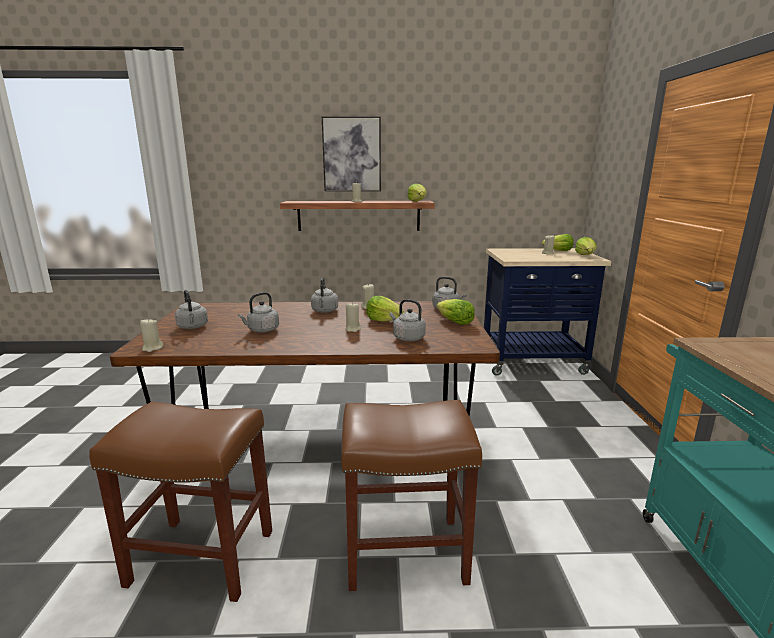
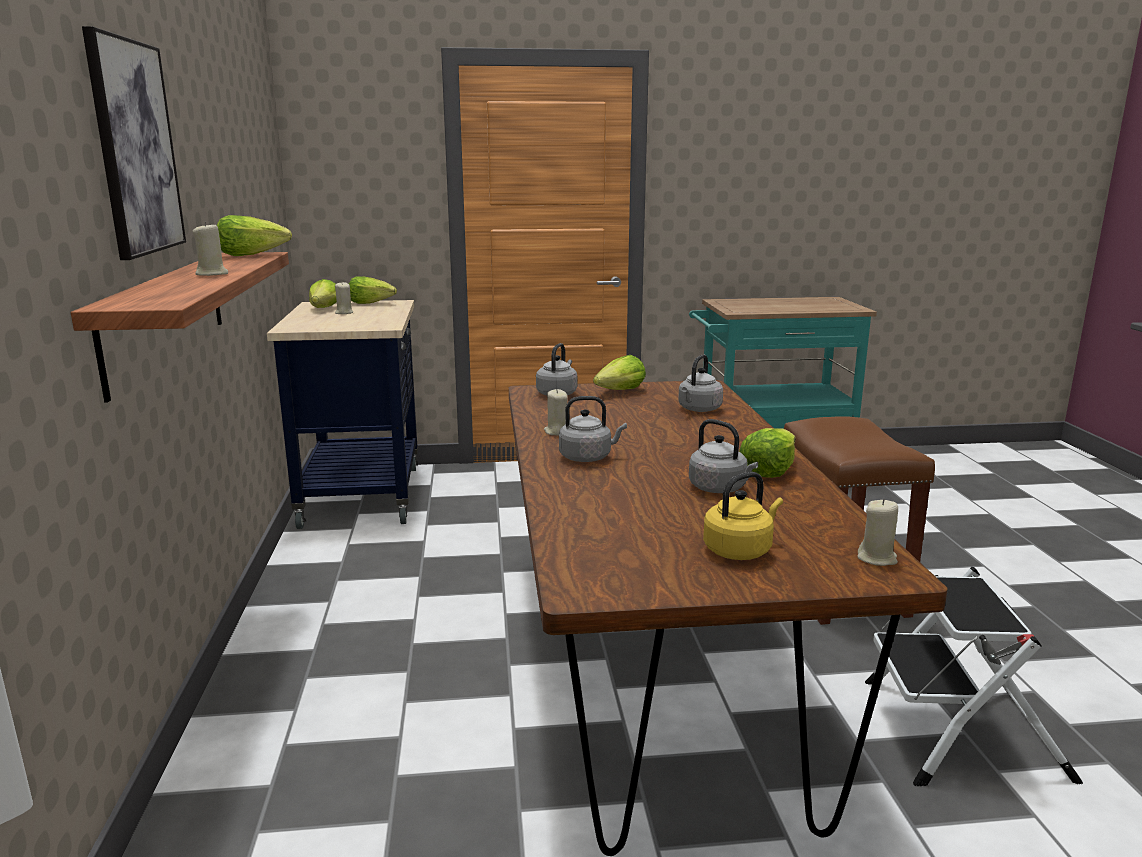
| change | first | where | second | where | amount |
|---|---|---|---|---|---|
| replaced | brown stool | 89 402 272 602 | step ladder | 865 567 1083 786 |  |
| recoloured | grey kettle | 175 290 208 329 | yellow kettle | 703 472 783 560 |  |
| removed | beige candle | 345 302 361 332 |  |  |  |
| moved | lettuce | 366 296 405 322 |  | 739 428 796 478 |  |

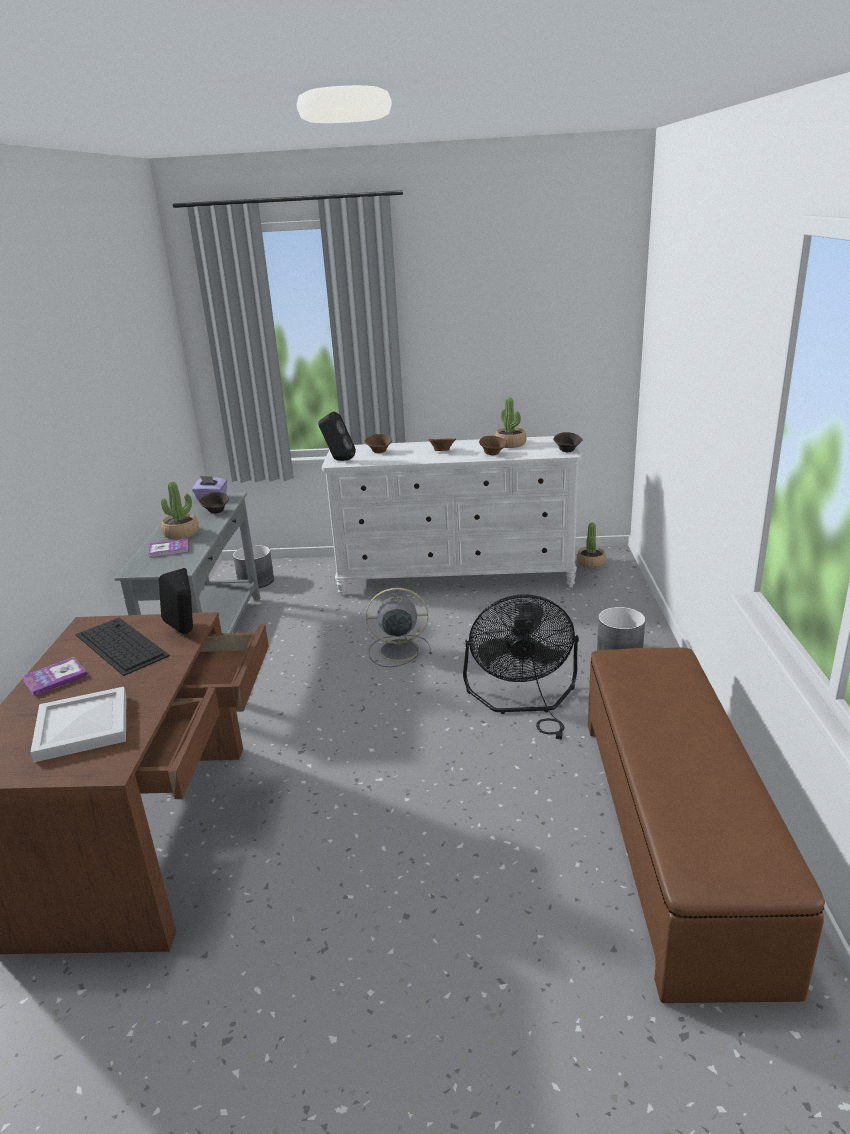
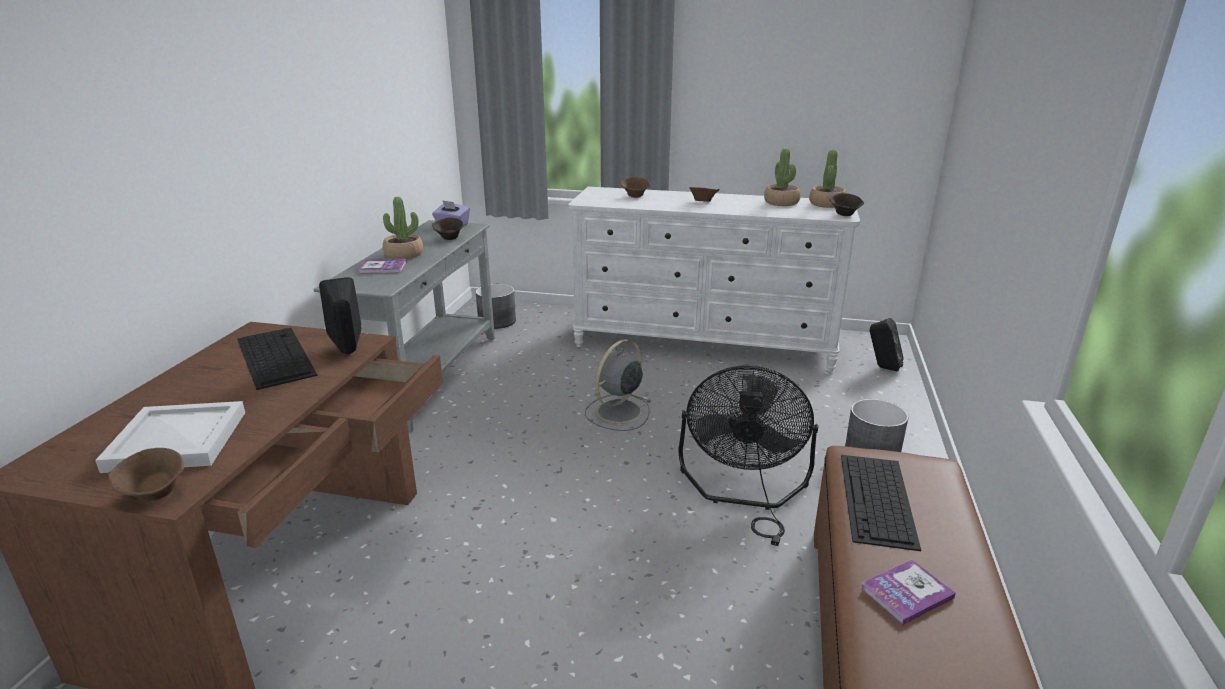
| change | first | where | second | where | amount |
|---|---|---|---|---|---|
| moved | book | 22 657 88 696 |  | 860 559 956 625 |  |
| moved | black speaker | 318 412 356 461 |  | 870 318 904 371 |  |
| turned | grey fan | 366 588 432 667 |  | 585 339 650 431 | 60 degrees counterclockwise |
| moved | brown bowl | 479 436 507 456 |  | 108 448 184 501 |  |
| moved | potted plant | 577 522 606 568 |  | 809 150 846 208 |  |
| added |  |  | keyboard | 841 455 921 551 |  |

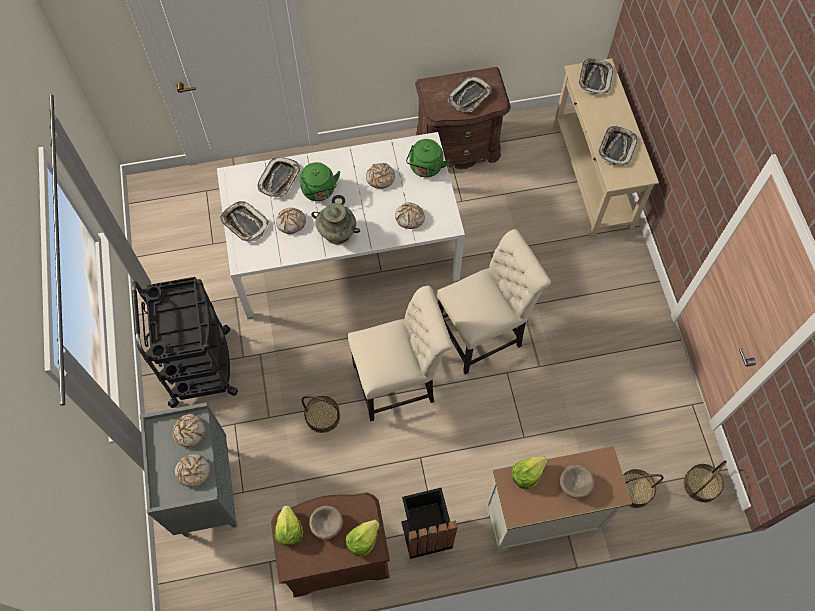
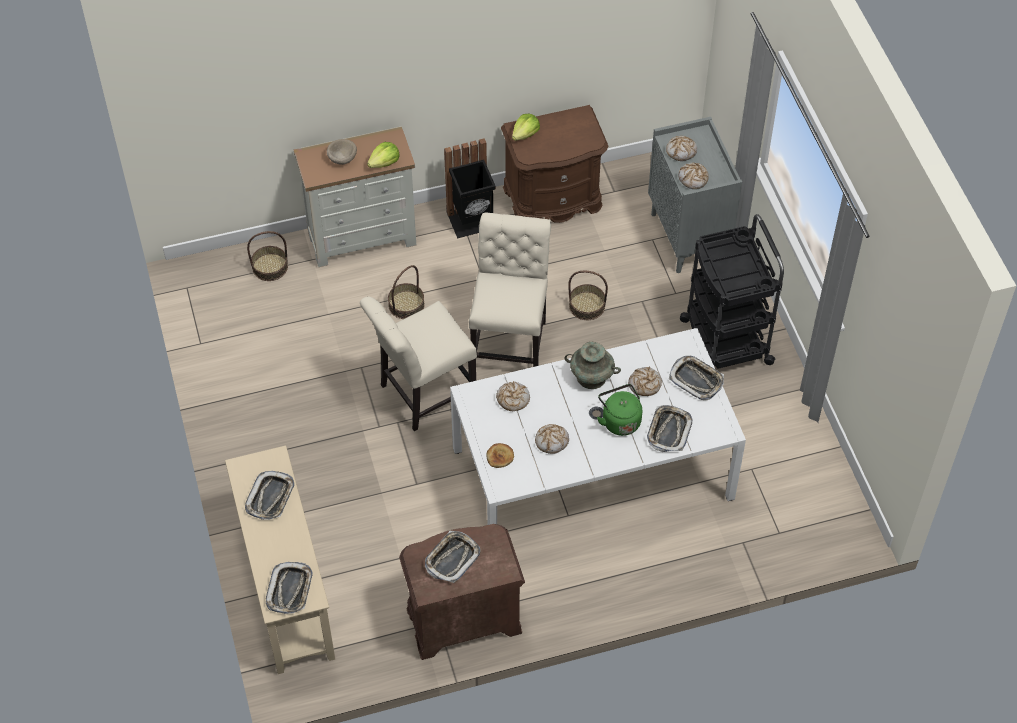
| change | first | where | second | where | amount |
|---|---|---|---|---|---|
| removed | lettuce | 275 505 303 546 |  |  |  |
| removed | beige bowl | 309 506 343 540 |  |  |  |
| turned | beige chair | 348 286 452 422 |  | 469 213 551 367 | 120 degrees clockwise |
| replaced | green kettle | 406 139 450 177 | bread | 487 443 514 468 |  |
| moved | basket | 684 460 727 503 |  | 388 265 425 319 |  |

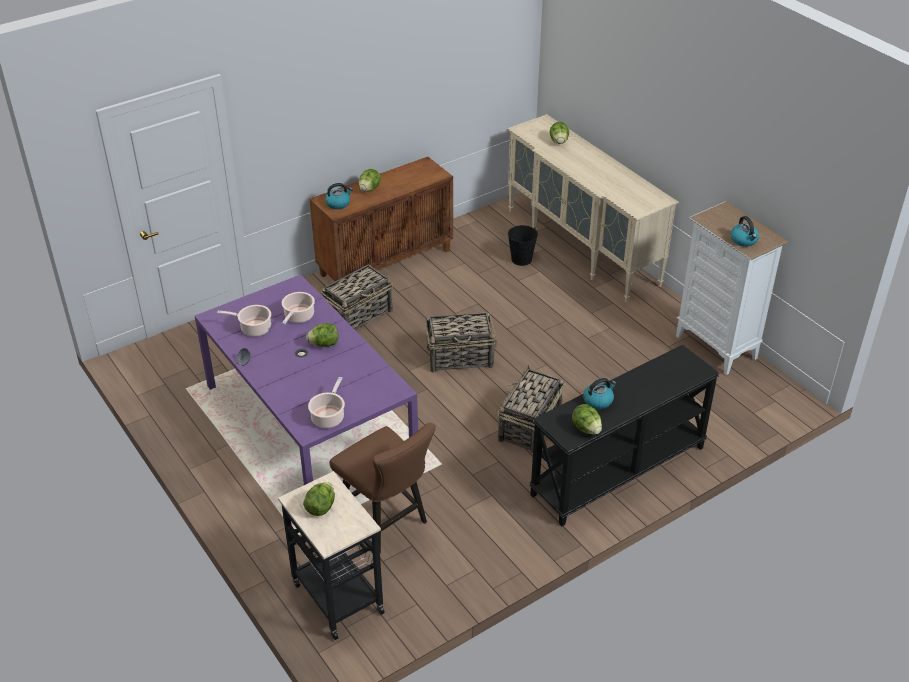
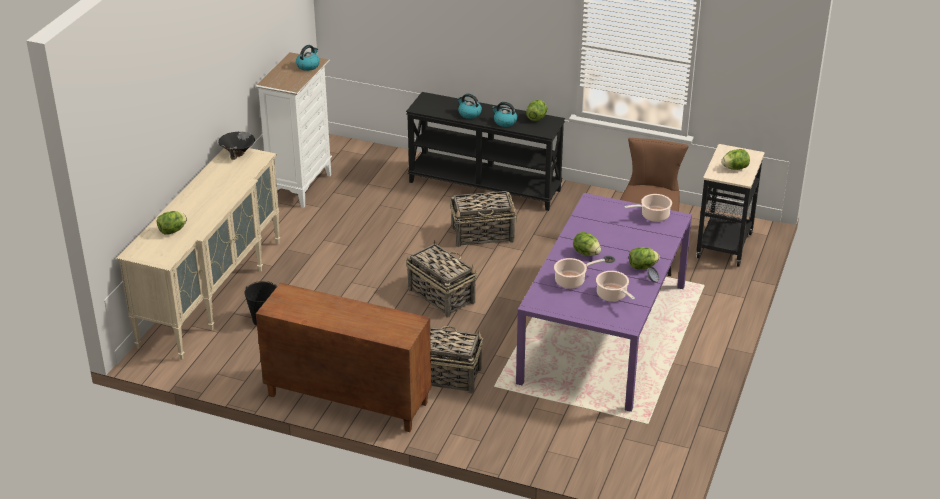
| change | first | where | second | where | amount |
|---|---|---|---|---|---|
| moved | kettle | 325 183 353 209 |  | 457 94 482 119 |  |
| moved | lettuce | 358 169 381 191 |  | 629 247 660 270 |  |
| added |  |  | black bowl | 218 132 255 160 |  |

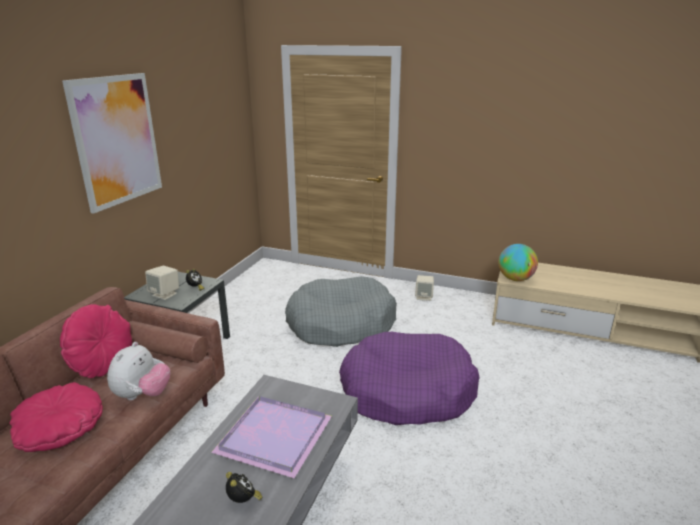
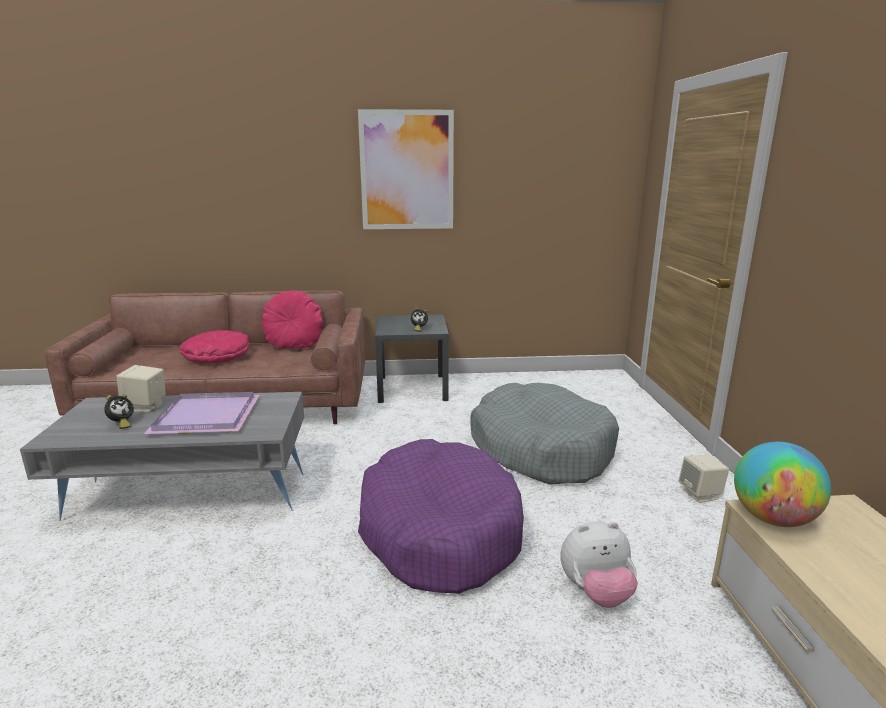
| change | first | where | second | where | amount |
|---|---|---|---|---|---|
| moved | plush toy | 107 342 170 400 |  | 561 521 638 608 |  |
| moved | beige speaker | 145 266 179 300 |  | 116 365 166 412 |  |

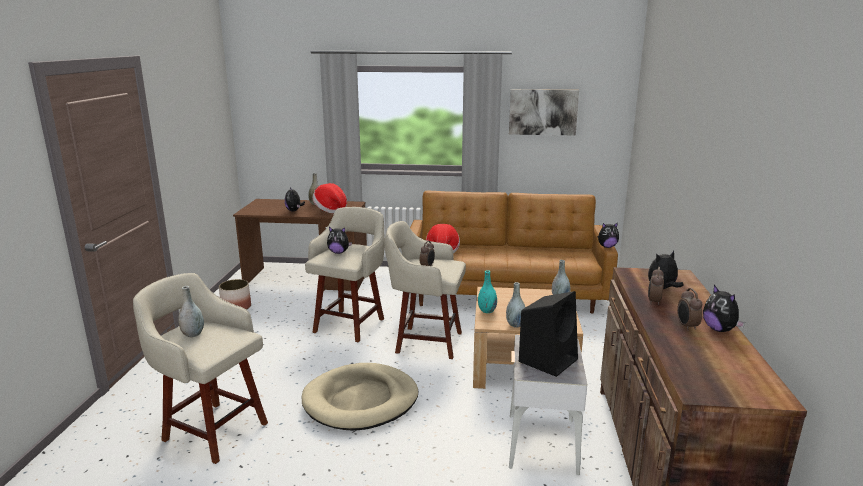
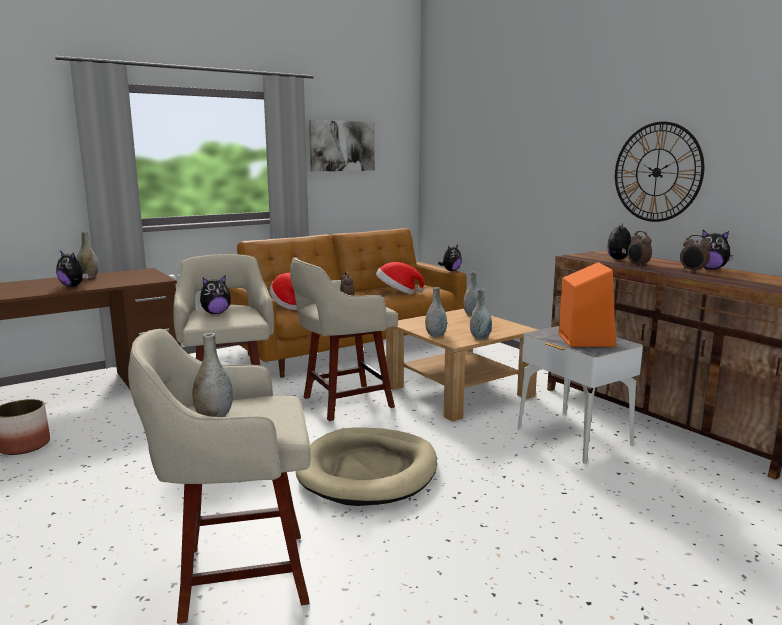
| change | first | where | second | where | amount |
|---|---|---|---|---|---|
| moved | hat | 313 183 347 214 |  | 376 262 424 294 |  |
| recoloured | turquoise vase | 478 270 497 313 | grey vase | 425 287 447 337 |  |
| recoloured | black speaker | 519 291 578 377 | orange speaker | 558 262 616 347 |  |
| added |  |  | wall clock | 615 122 704 222 |  |

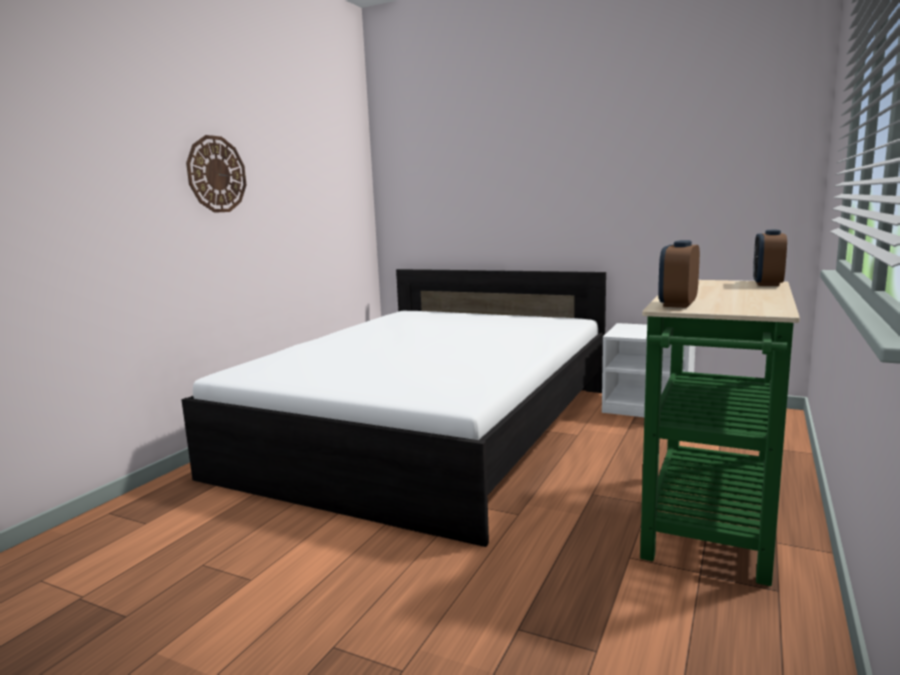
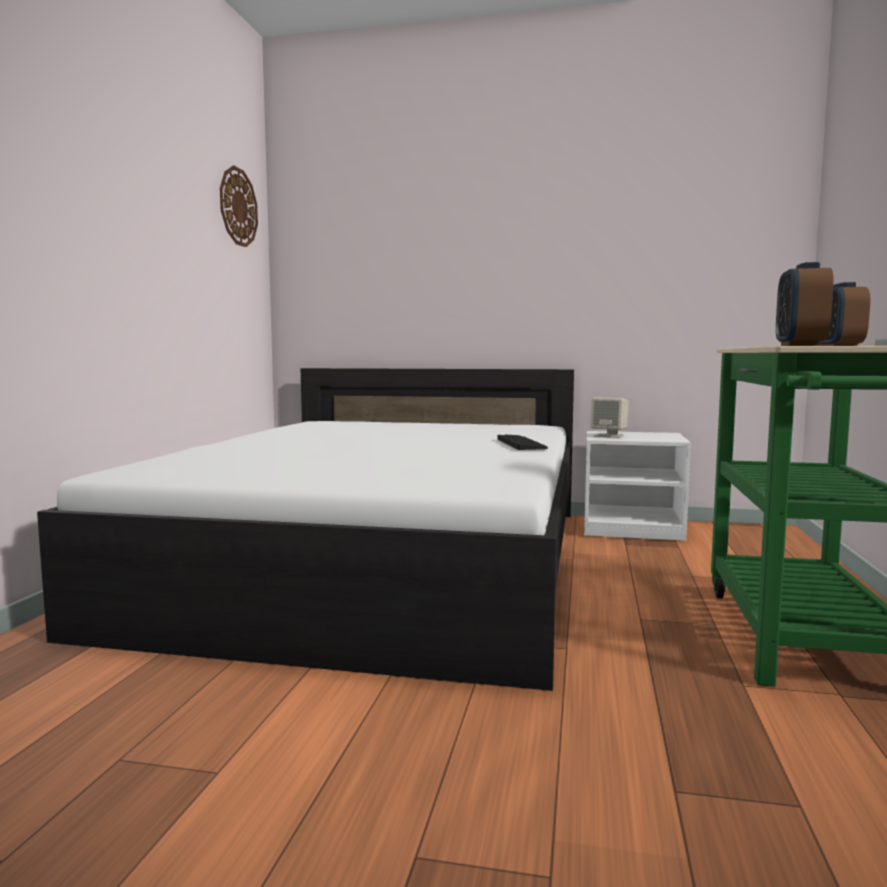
| change | first | where | second | where | amount |
|---|---|---|---|---|---|
| moved | wall clock | 186 135 246 213 |  | 220 165 258 247 |  |
| added |  |  | keyboard | 497 434 548 450 |  |
| added |  |  | beige speaker | 590 397 628 438 |  |

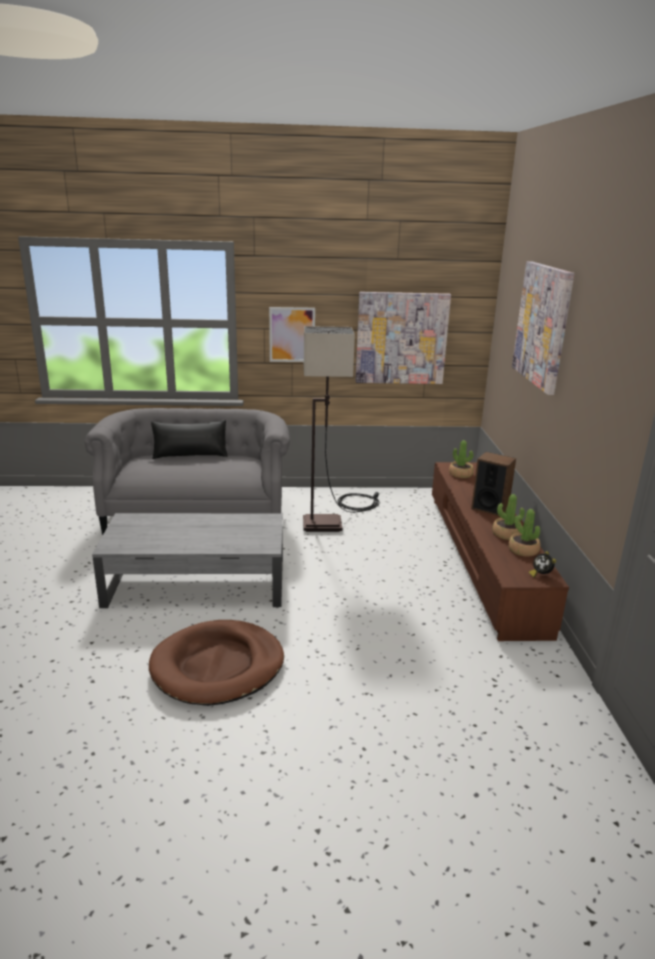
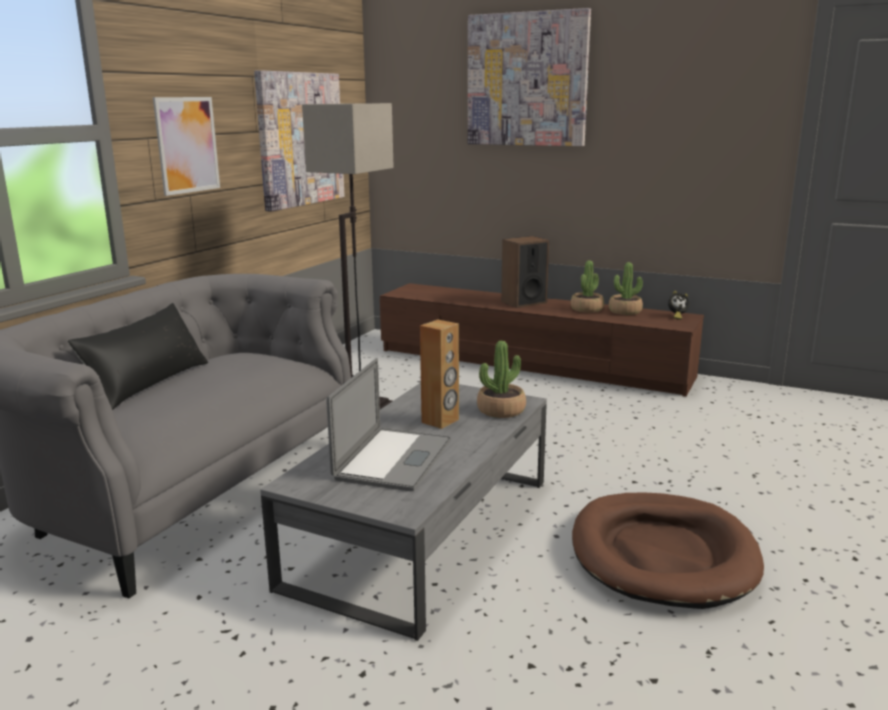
| change | first | where | second | where | amount |
|---|---|---|---|---|---|
| moved | potted plant | 449 440 474 478 |  | 477 341 526 418 |  |
| added |  |  | laptop | 326 358 451 491 |  |
| added |  |  | brown speaker | 420 319 459 429 |  |

